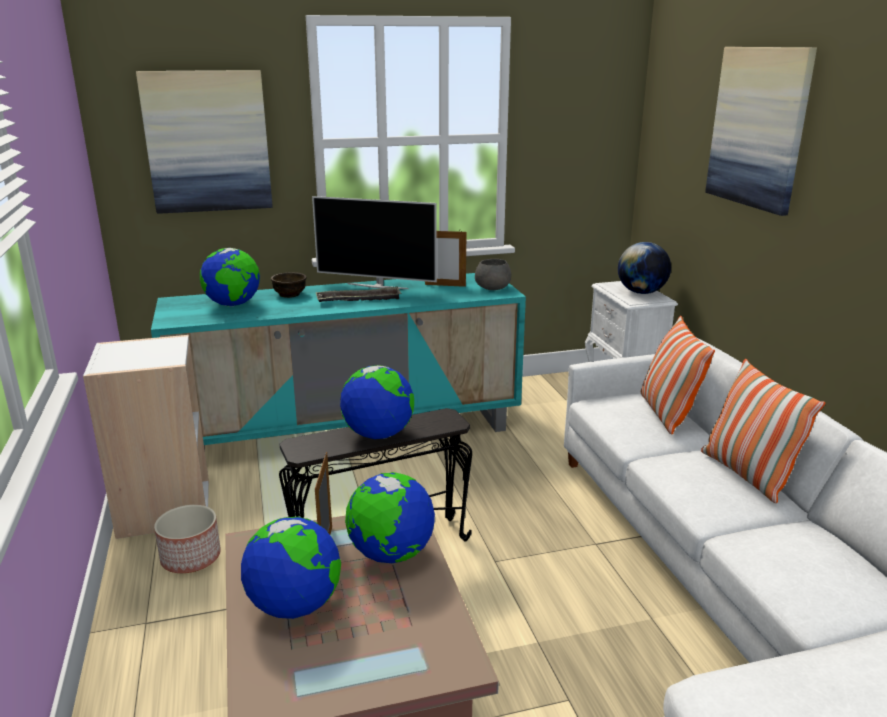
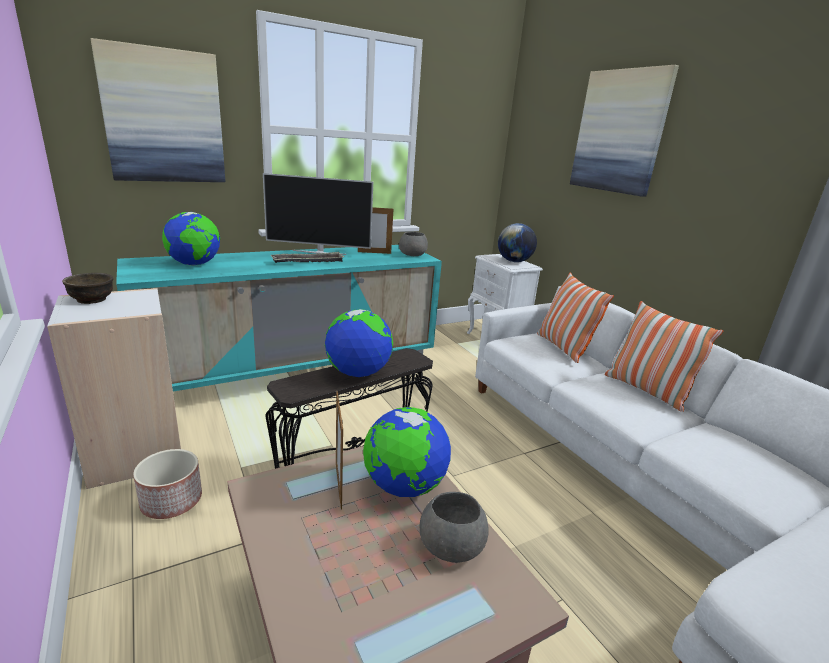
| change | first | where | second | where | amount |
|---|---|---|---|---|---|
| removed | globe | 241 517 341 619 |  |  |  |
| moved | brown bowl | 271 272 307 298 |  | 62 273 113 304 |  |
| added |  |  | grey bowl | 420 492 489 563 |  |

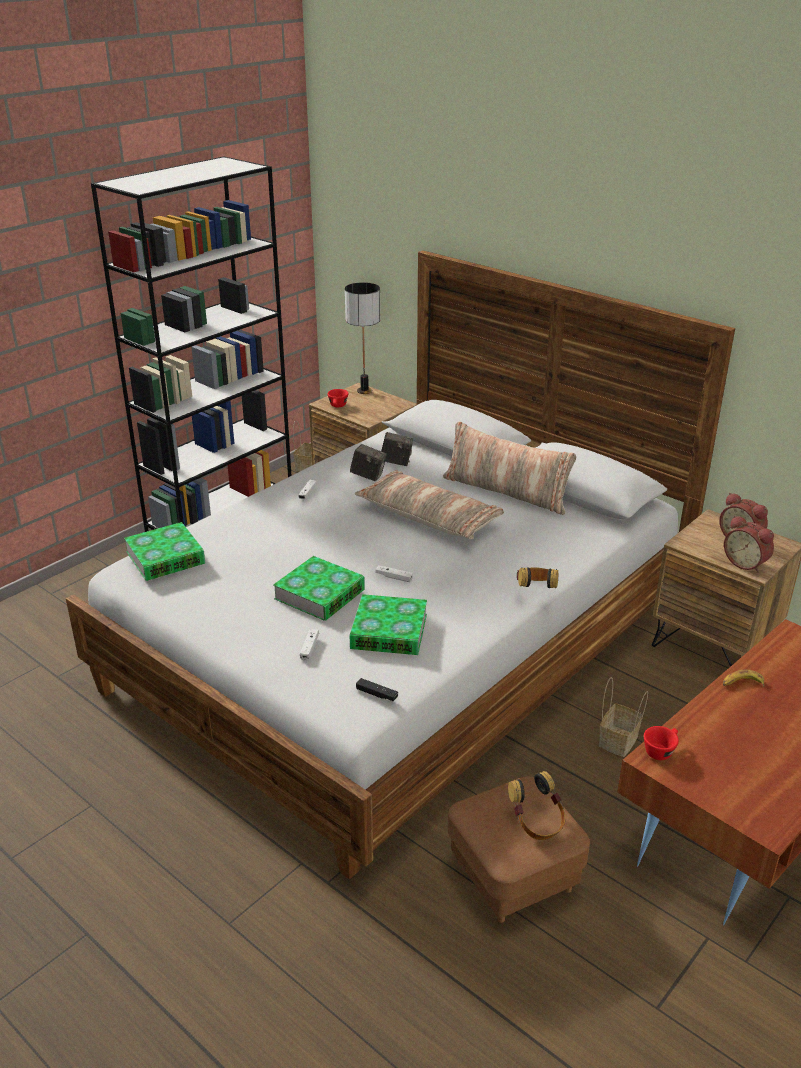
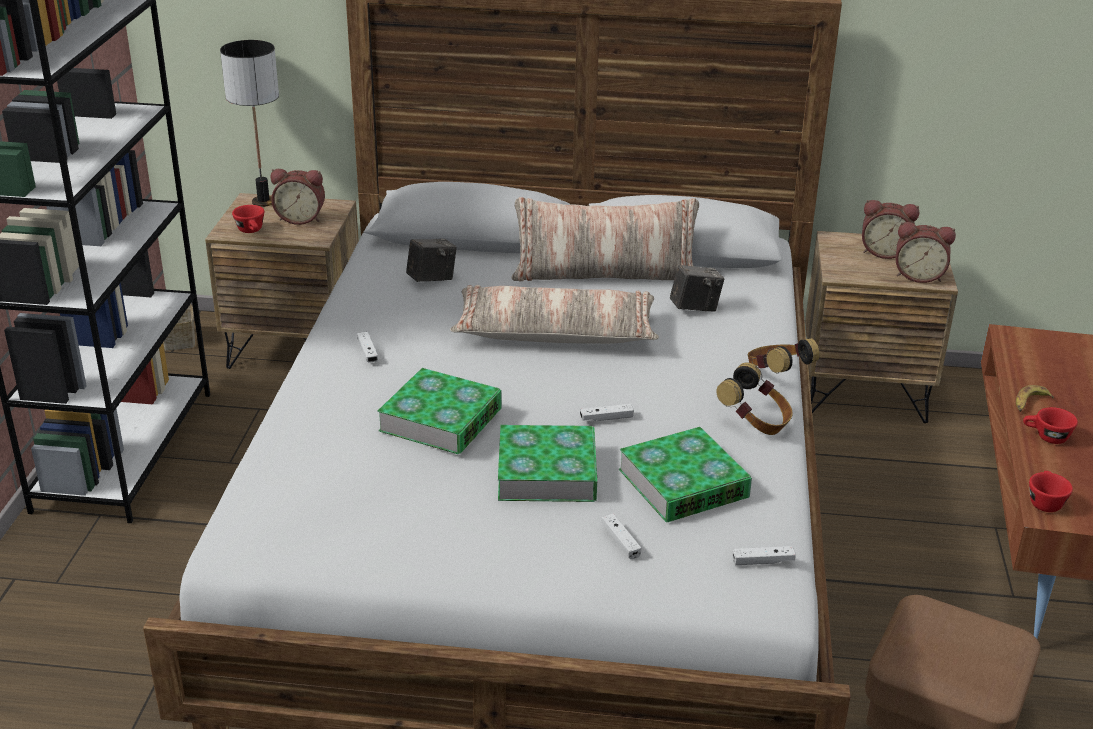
| change | first | where | second | where | amount |
|---|---|---|---|---|---|
| moved | book | 124 522 205 581 |  | 377 368 502 455 |  |
| moved | photo camera | 350 444 387 481 |  | 670 265 724 312 |  |
| recoloured | black game controller | 356 678 398 701 | white game controller | 733 546 796 565 |  |
| moved | headphones | 508 771 565 840 |  | 716 362 793 435 |  |
| removed | basket | 599 677 648 757 |  |  |  |
| added |  |  | alarm clock | 271 169 325 225 |  |
| added |  |  | red cup | 1023 407 1078 444 |  |

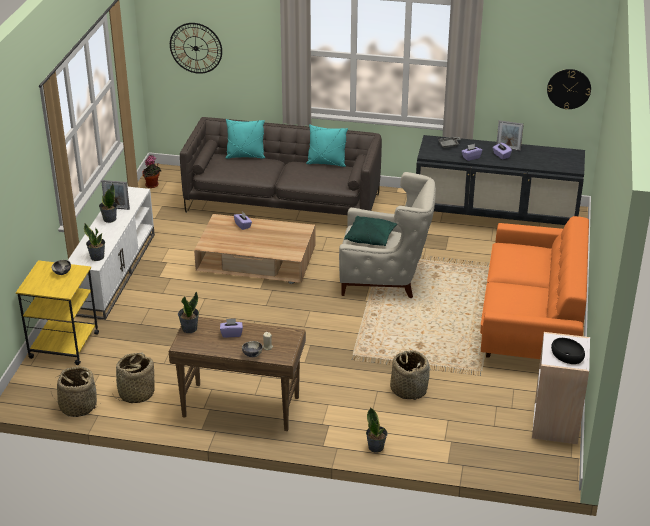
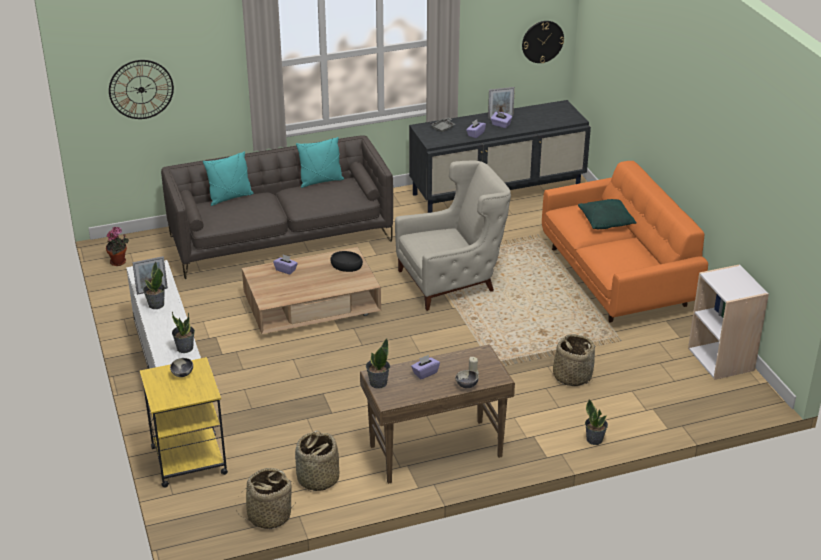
| change | first | where | second | where | amount |
|---|---|---|---|---|---|
| moved | green pillow | 344 216 397 246 |  | 578 199 637 229 |  |
| moved | black bowl | 551 338 585 364 |  | 330 251 363 272 |  |

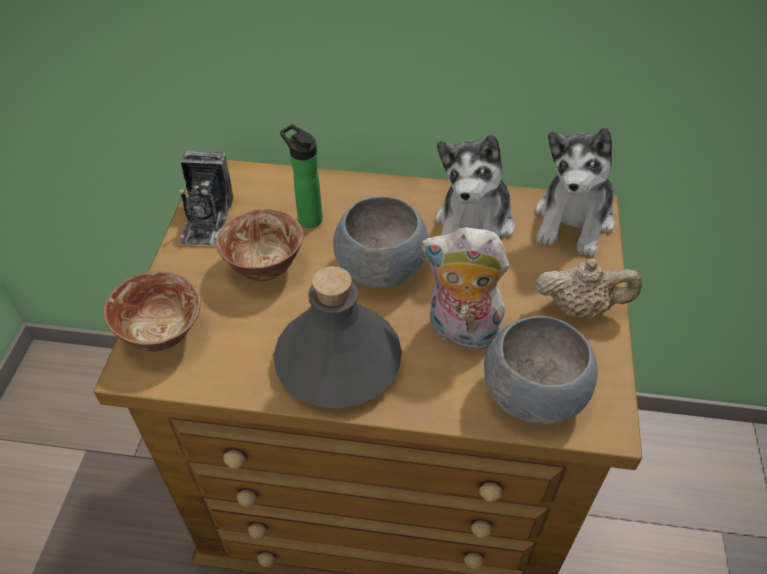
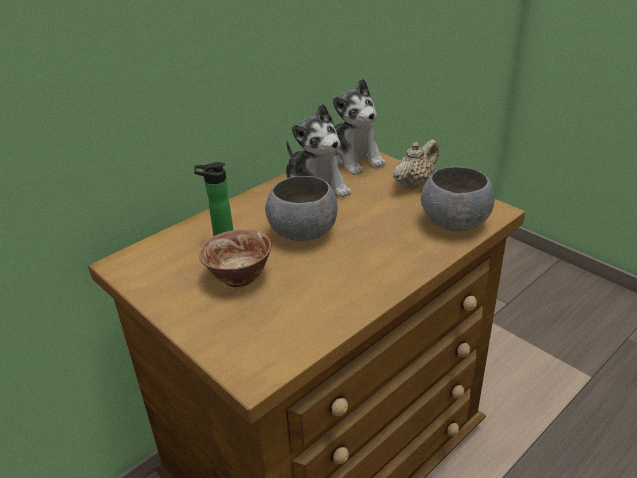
| change | first | where | second | where | amount |
|---|---|---|---|---|---|
| removed | bowl | 103 271 201 351 |  |  |  |
| removed | photo camera | 179 151 233 246 |  |  |  |
| removed | grey bottle | 274 266 402 409 |  |  |  |
| removed | plush toy | 421 227 509 349 |  |  |  |

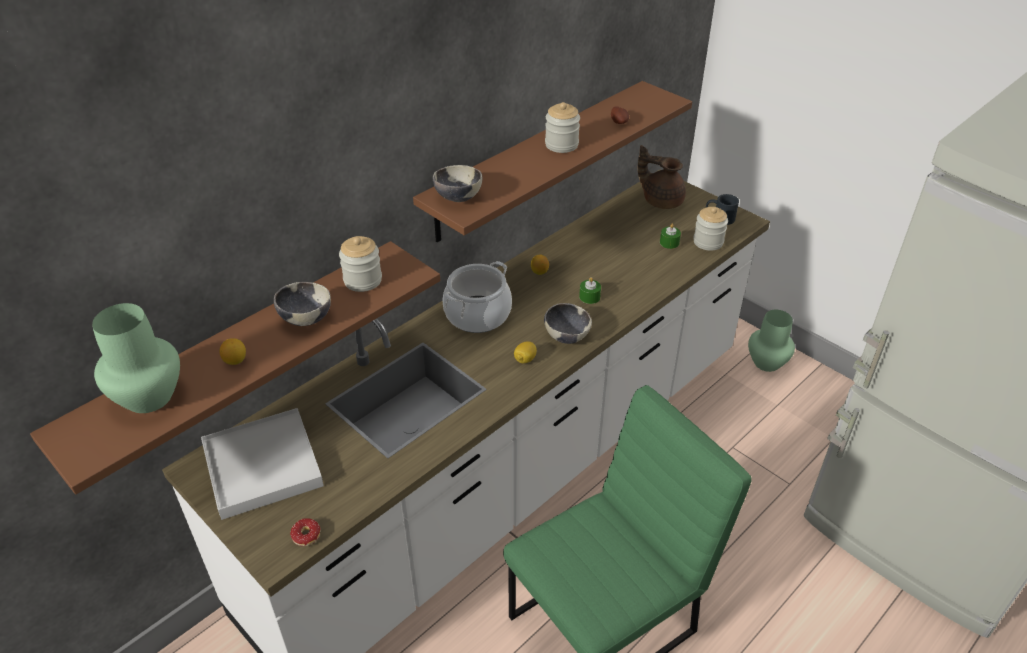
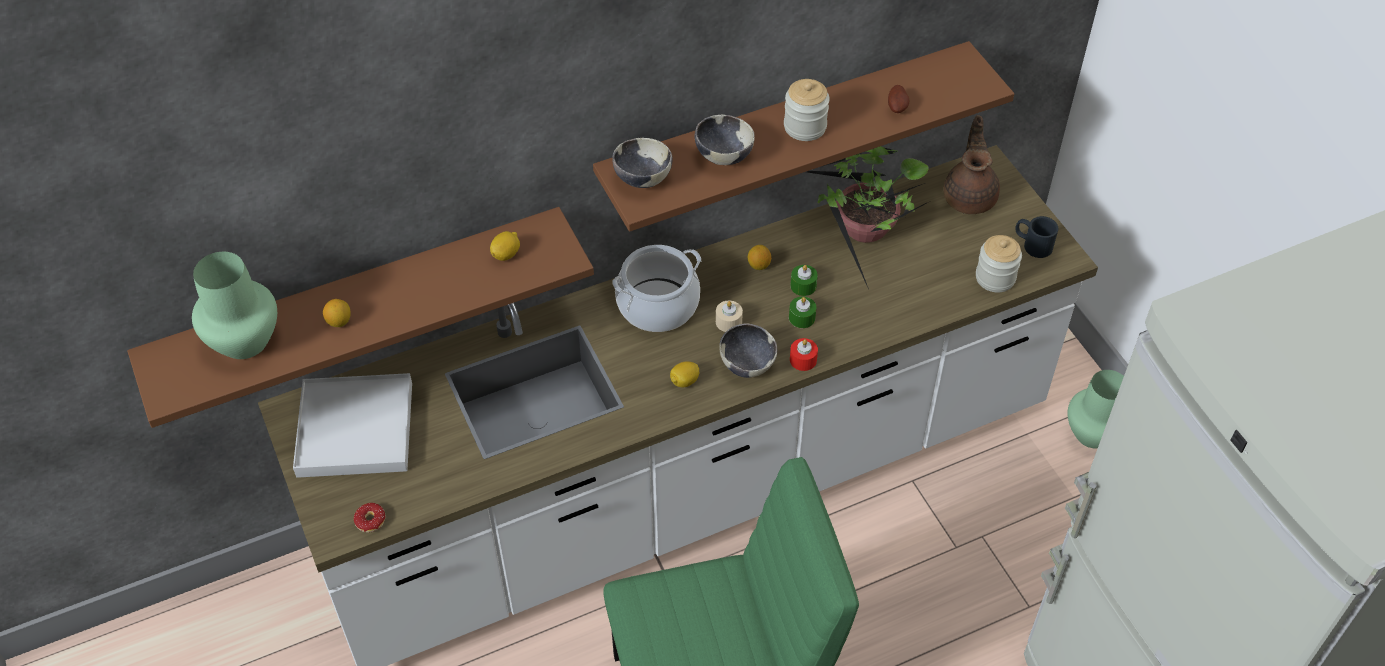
| change | first | where | second | where | amount |
|---|---|---|---|---|---|
| moved | bowl | 274 282 331 326 |  | 695 115 755 165 |  |
| replaced | jar | 339 236 382 292 | lemon | 490 231 520 261 |  |
| turned | brown teapot | 638 145 686 209 |  | 943 115 1000 214 | 45 degrees clockwise |
| moved | green candle | 660 223 681 249 |  | 790 265 818 296 |  |
| added |  |  | beige candle | 716 301 743 332 |  |
| added |  |  | red candle | 790 338 818 371 |  |
| added |  |  | potted plant | 806 146 929 289 |  |

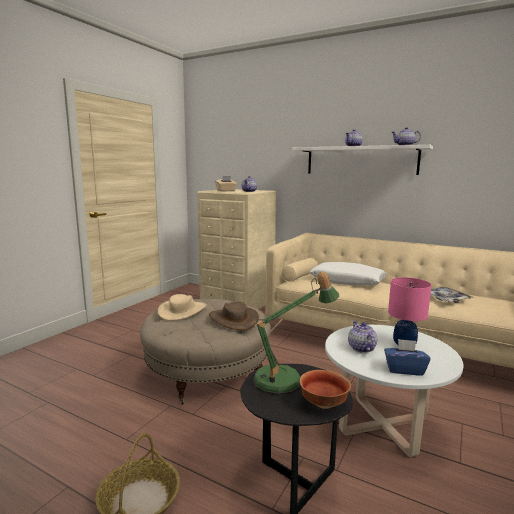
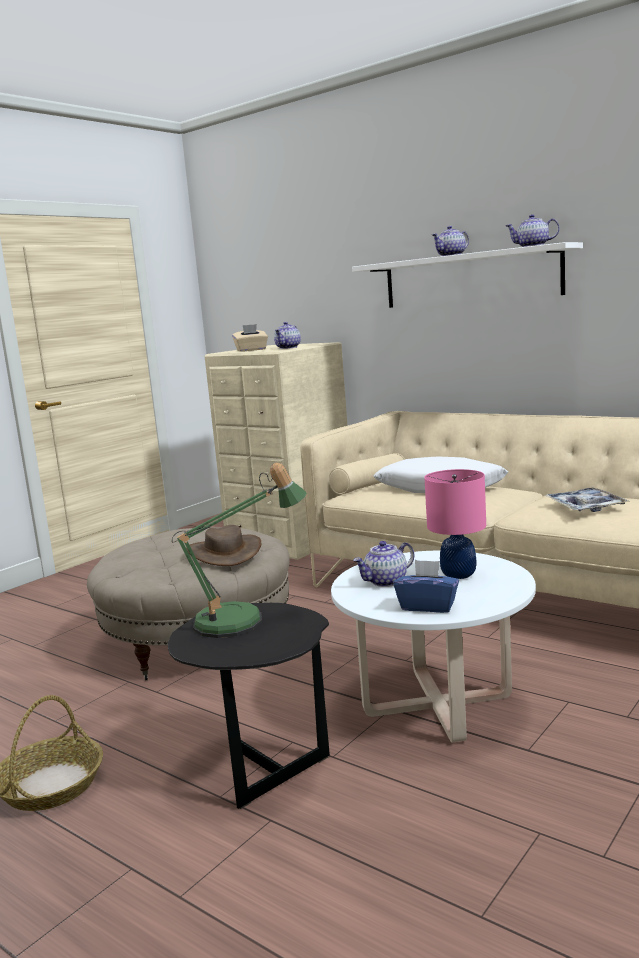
| change | first | where | second | where | amount |
|---|---|---|---|---|---|
| removed | beige hat | 158 294 206 321 |  |  |  |
| removed | bowl | 299 370 351 409 |  |  |  |
| turned | teapot | 348 321 377 353 |  | 353 541 414 587 | 120 degrees counterclockwise |

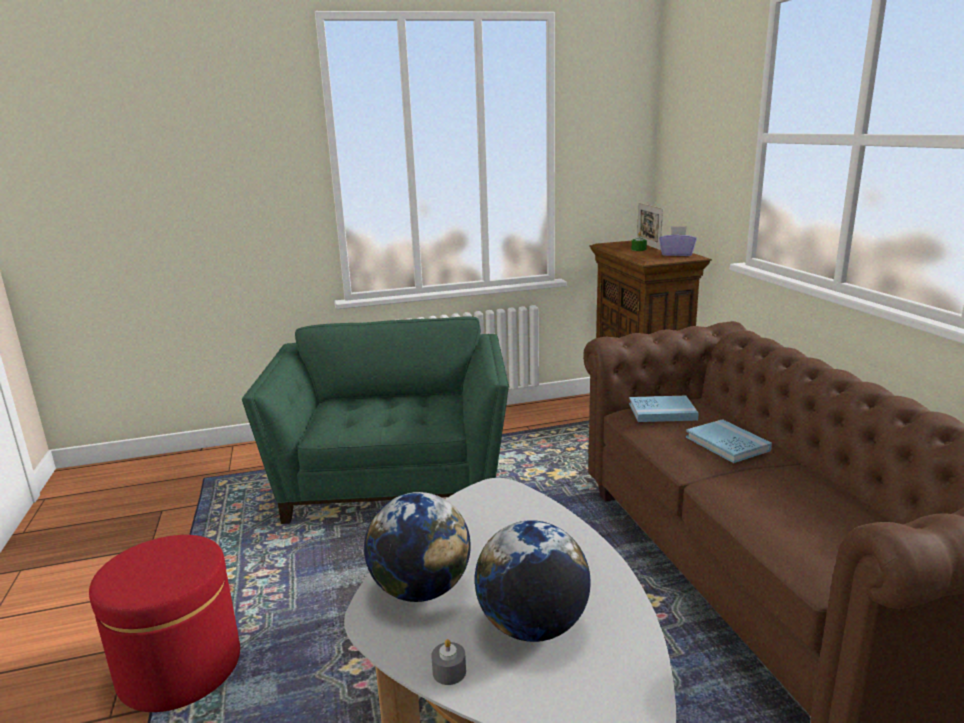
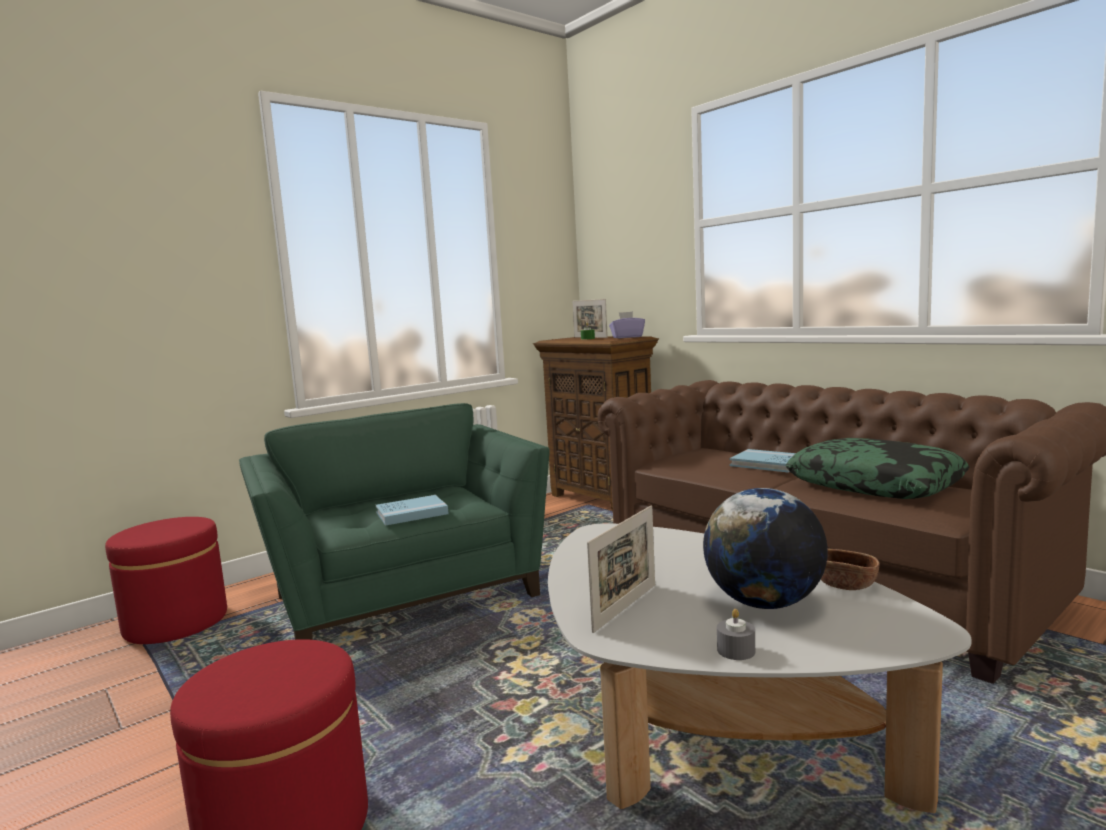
| change | first | where | second | where | amount |
|---|---|---|---|---|---|
| replaced | globe | 364 492 471 602 | picture frame | 587 506 655 633 |  |
| moved | blue book | 629 396 699 422 |  | 376 495 449 526 |  |
| added |  |  | red ottoman | 105 517 227 644 |  |
| added |  |  | pillow | 786 438 970 499 |  |
| added |  |  | brown bowl | 821 549 879 590 |  |

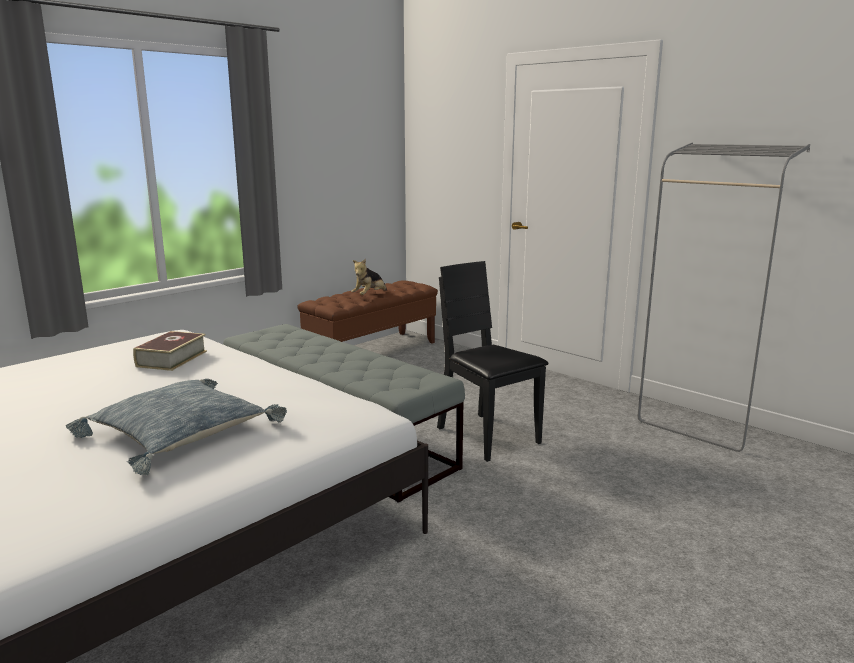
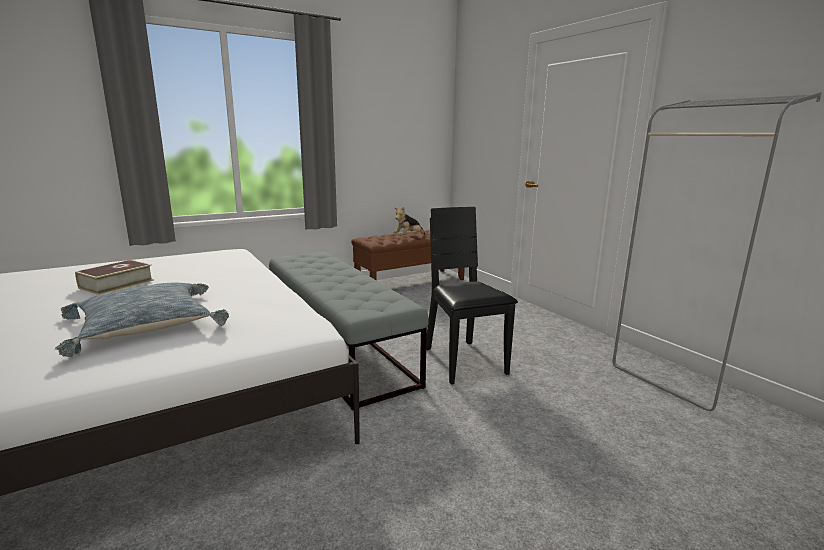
| change | first | where | second | where | amount |
|---|---|---|---|---|---|
| moved | book | 133 331 207 371 |  | 75 260 154 295 |  |

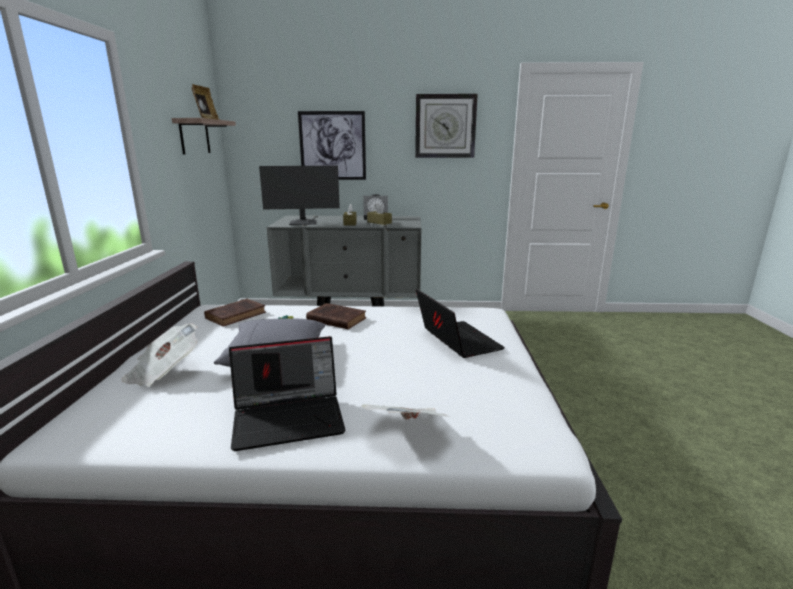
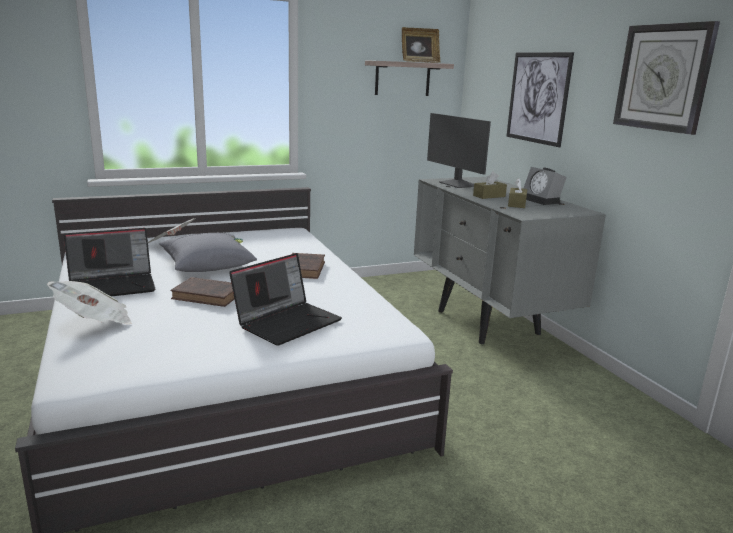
| change | first | where | second | where | amount |
|---|---|---|---|---|---|
| moved | brown book | 204 299 266 327 |  | 170 277 234 307 |  |
| turned | laptop | 229 336 345 451 |  | 64 228 155 296 | 75 degrees counterclockwise |

